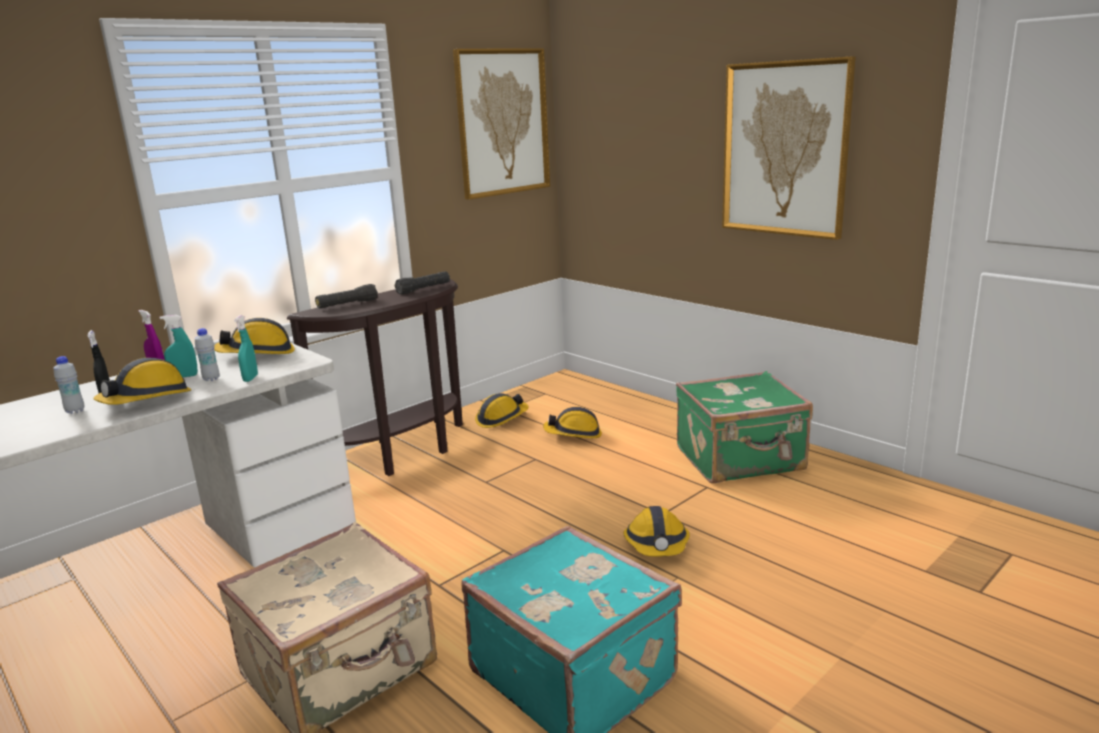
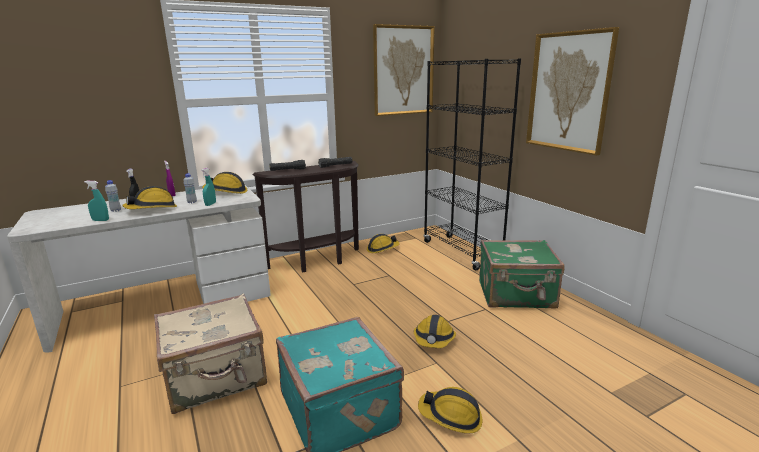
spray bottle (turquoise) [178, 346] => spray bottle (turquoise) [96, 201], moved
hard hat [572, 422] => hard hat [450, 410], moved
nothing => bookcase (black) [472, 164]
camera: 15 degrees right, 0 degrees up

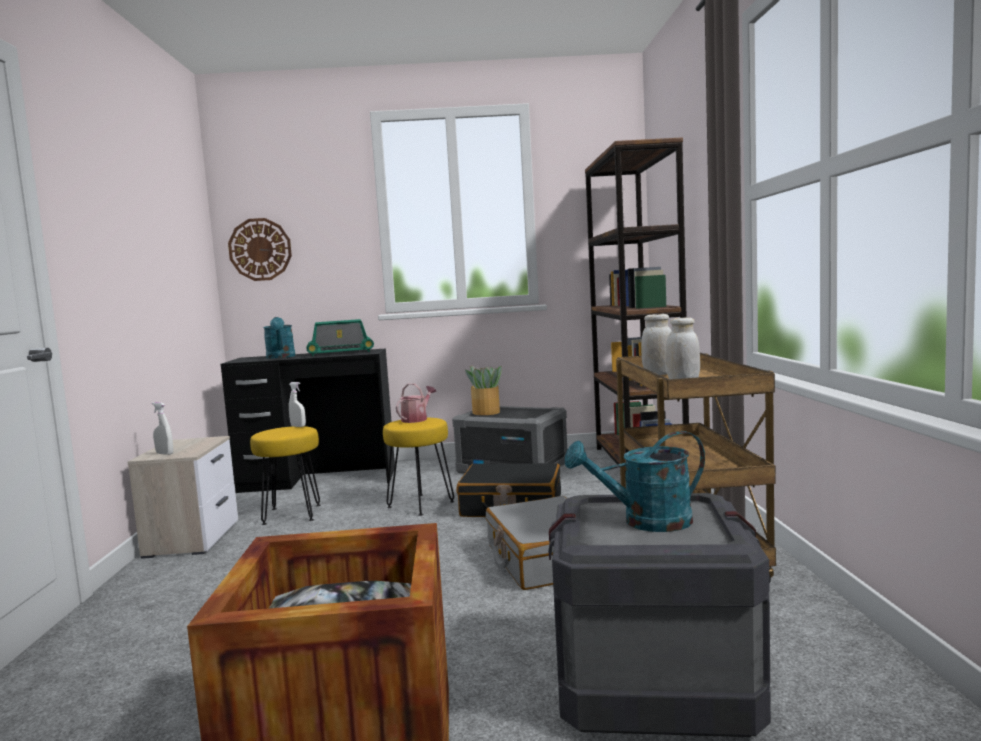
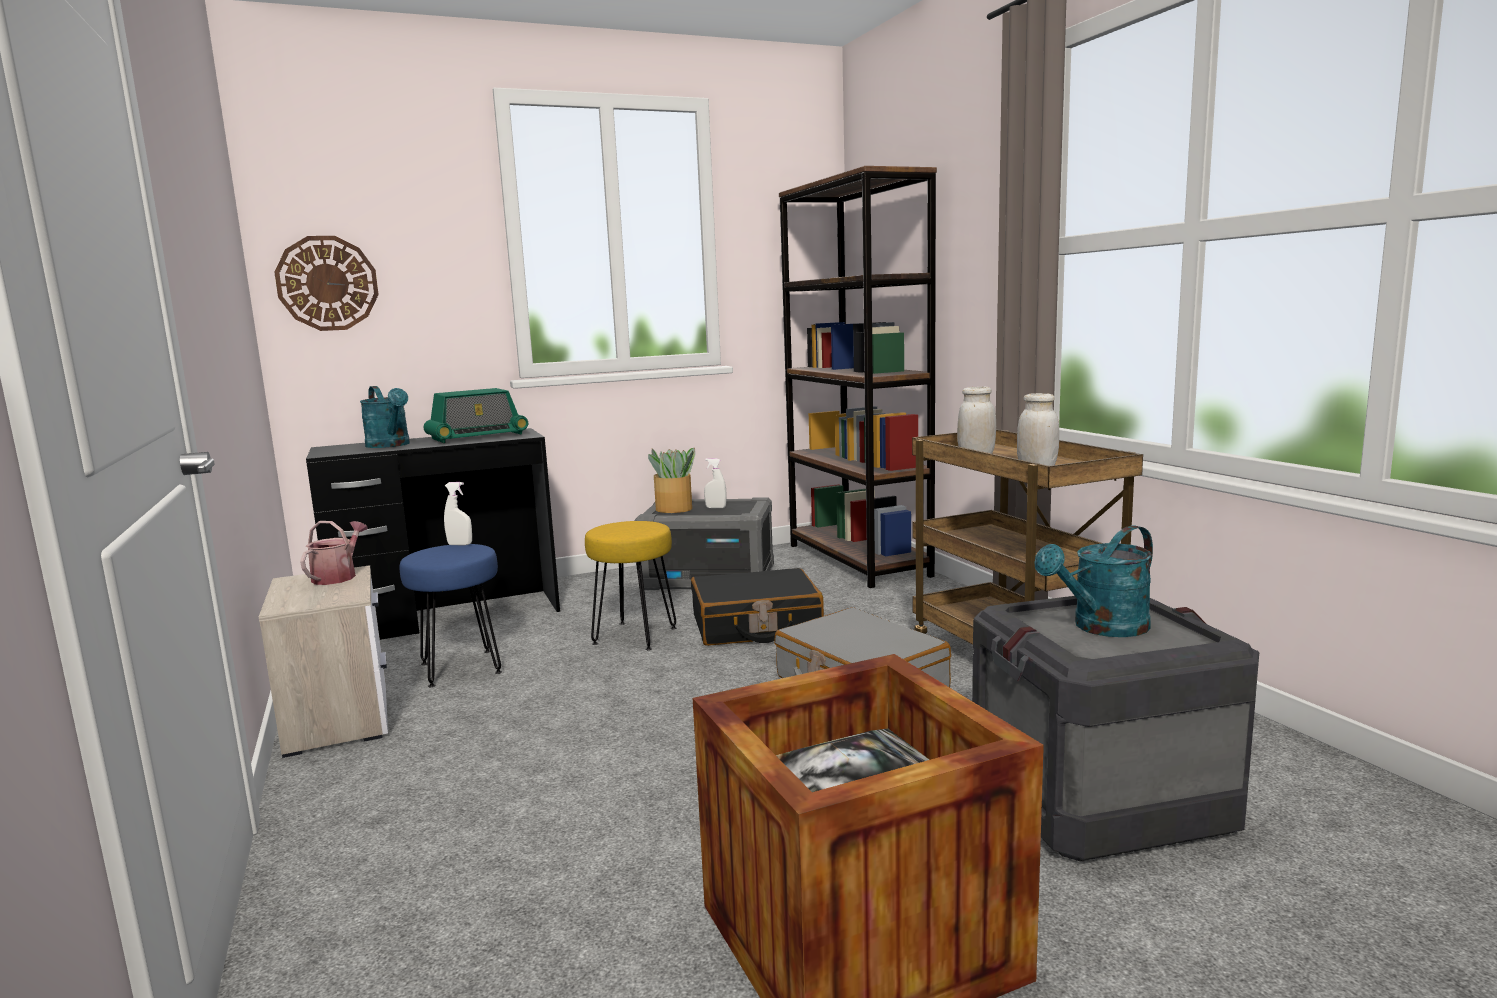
spray bottle (white) [162, 428] => spray bottle (white) [715, 483], moved
stool (yellow) [285, 475] => stool (blue) [451, 615]
watering can [416, 403] => watering can [334, 553], moved
camera: 20 degrees left, 5 degrees up

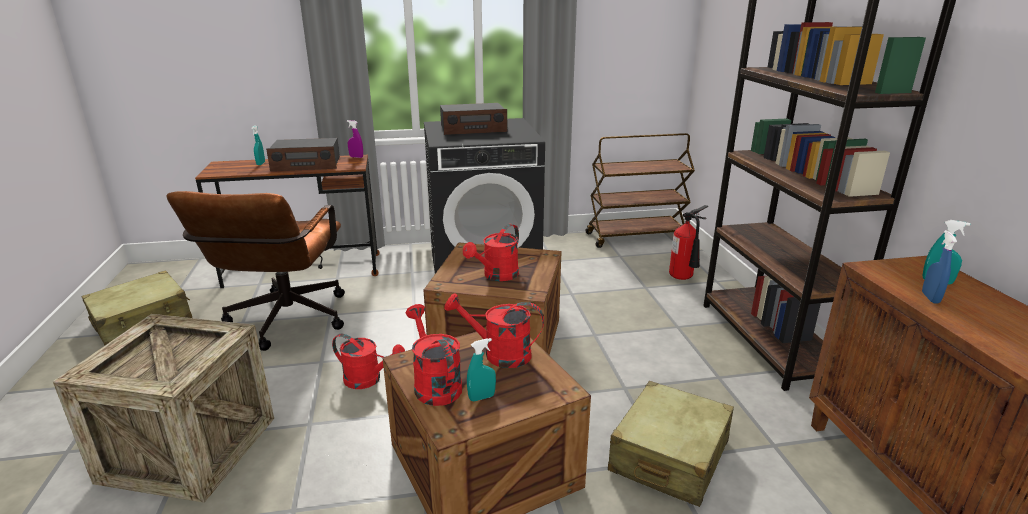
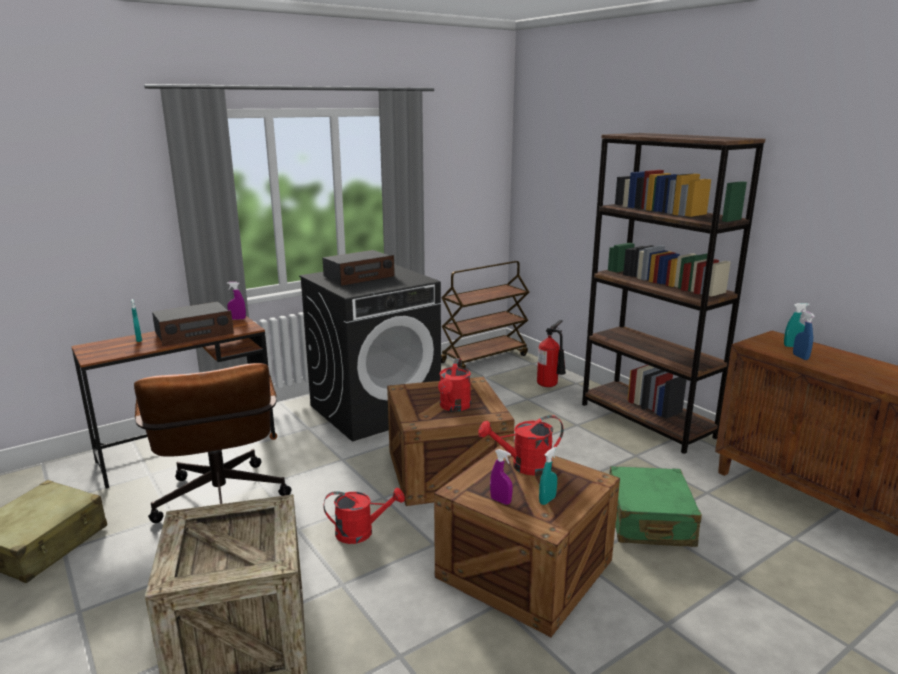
watering can (red) [434, 355] => spray bottle (purple) [501, 477]
suitcase (beige) [671, 444] => suitcase (green) [656, 506]
camera: 25 degrees left, 5 degrees down

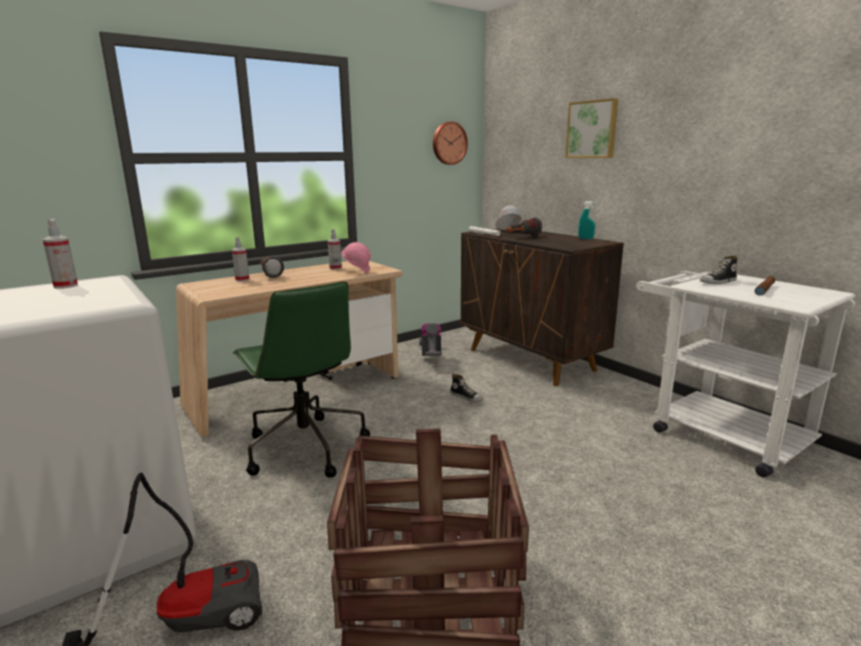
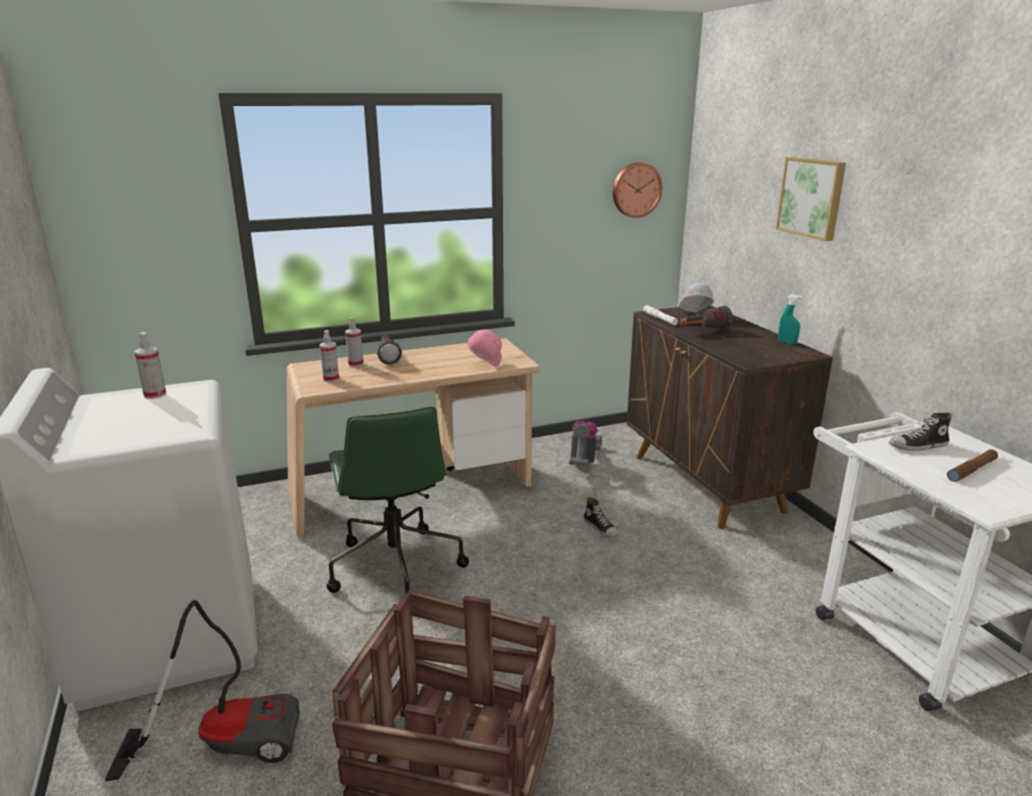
spray bottle [335, 249] => spray bottle [329, 356], moved
camera: 15 degrees right, 5 degrees up

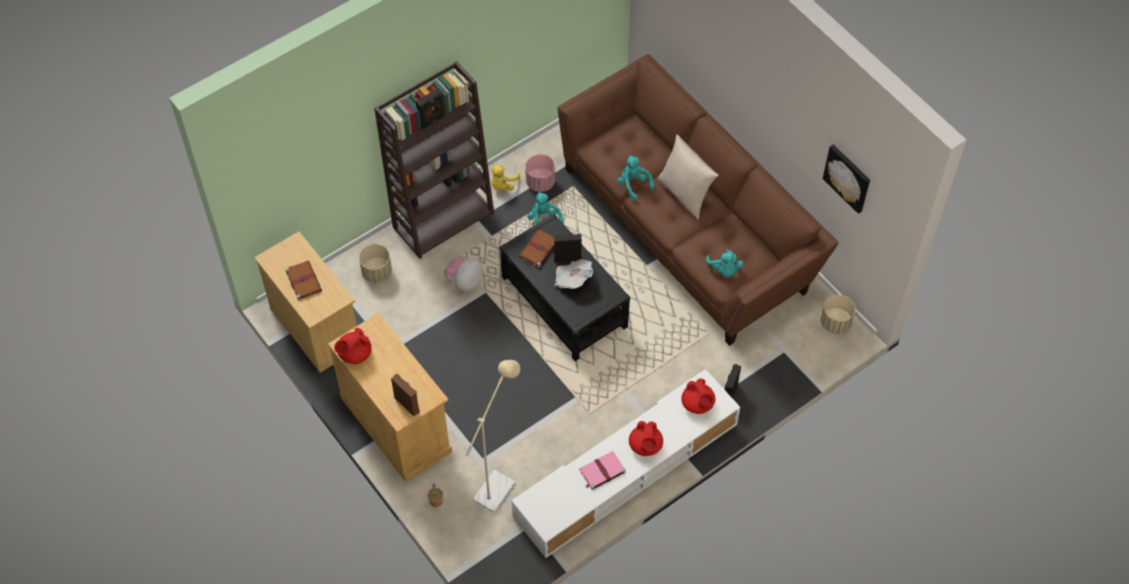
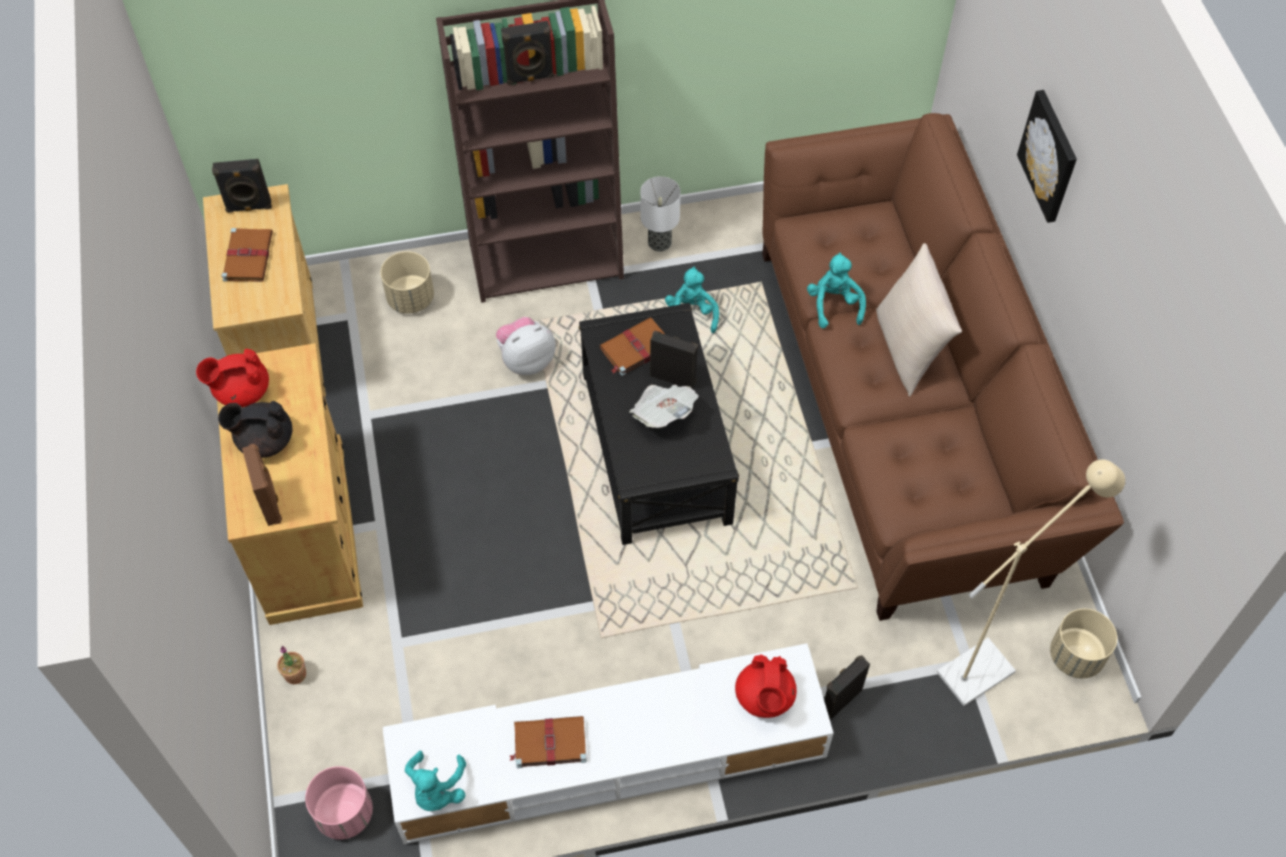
floor lamp (beige) [492, 436] => floor lamp (beige) [1031, 582], moved
plush toy (yellow) [505, 178] => table lamp [660, 214]
planter (pink) [540, 173] => planter (pink) [339, 803], moved
book (pink) [602, 470] => book (brown) [548, 742]
teapot (red) [646, 438] => nothing
plush toy (turquoise) [725, 263] => plush toy (turquoise) [435, 781], moved
picture [846, 179] => picture [1047, 156], moved
nothing => speaker (black) [242, 186]
nothing => teapot (black) [255, 429]
camera: 25 degrees right, 0 degrees up

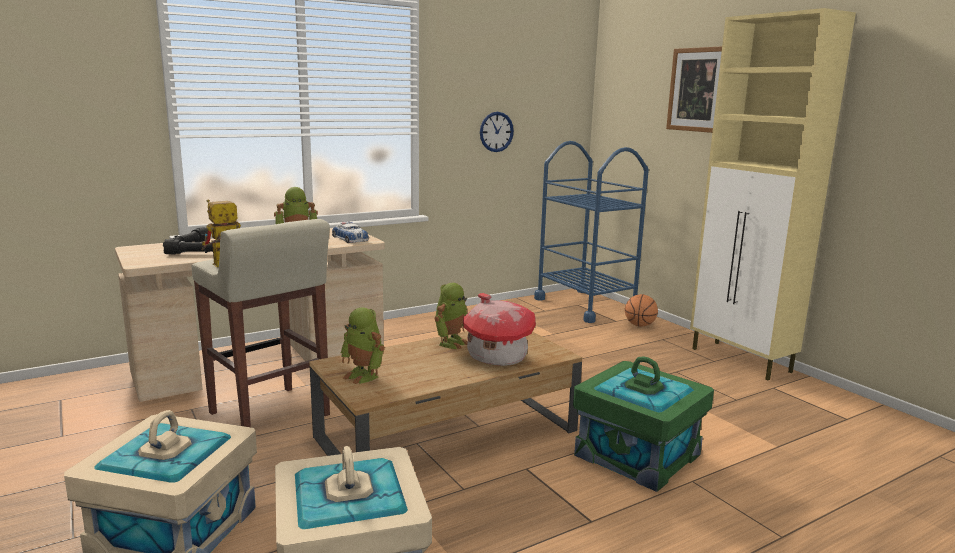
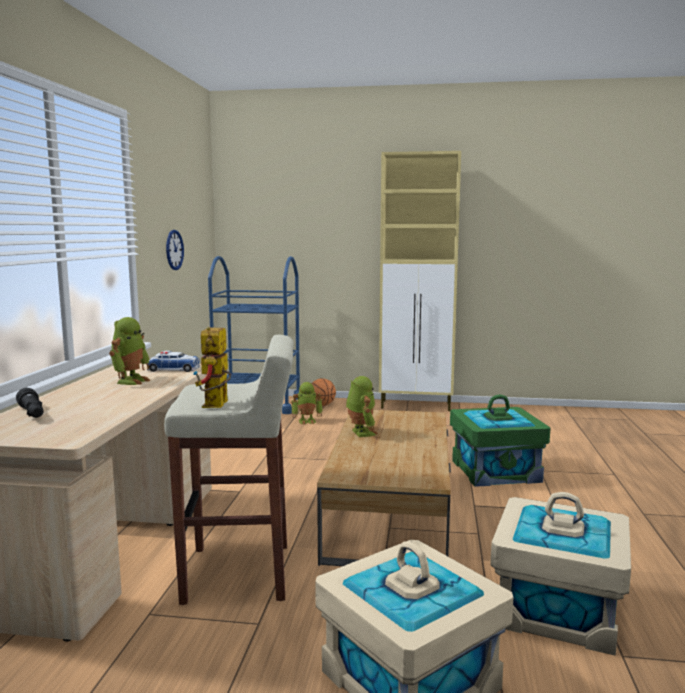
flashlight (black) [188, 246] => nothing
toy robot [363, 345] => toy robot [307, 403], moved
toy house [499, 329] => nothing
picture [694, 89] => nothing
camera: 50 degrees left, 5 degrees down

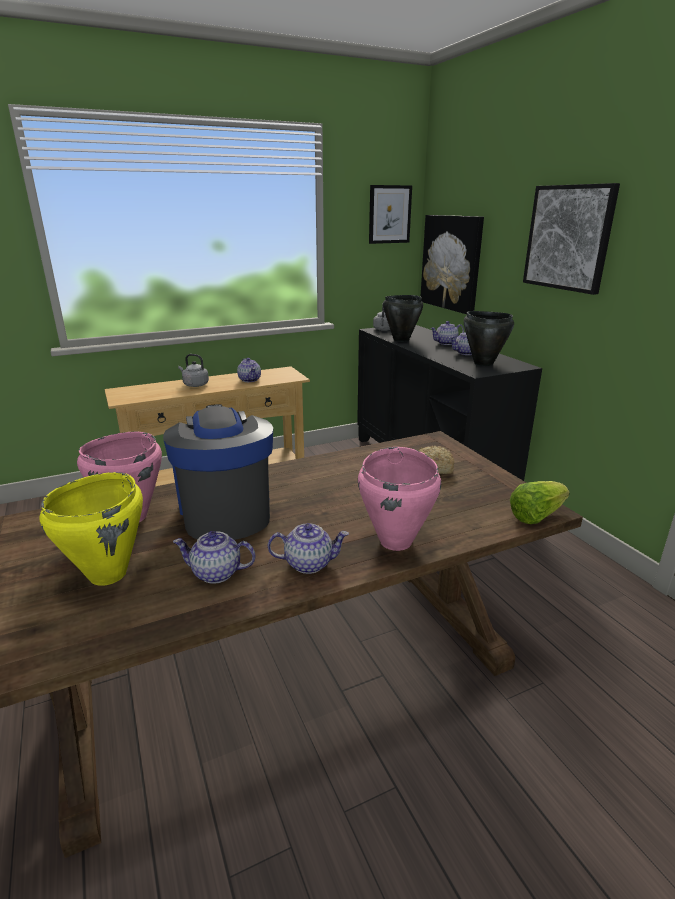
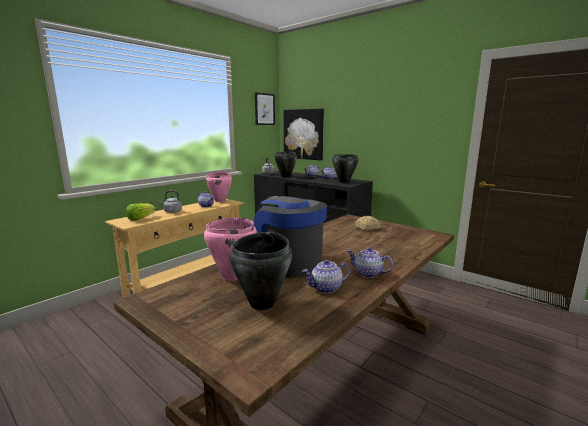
cooking pot (yellow) [91, 529] => cooking pot (black) [260, 271]
teapot [308, 548] => teapot [370, 262], 120 degrees counterclockwise
cooking pot (pink) [399, 499] => cooking pot (pink) [219, 187], moved
lettuce [540, 502] => lettuce [141, 212], moved
picture [571, 239] => nothing
camera: 25 degrees left, 10 degrees down

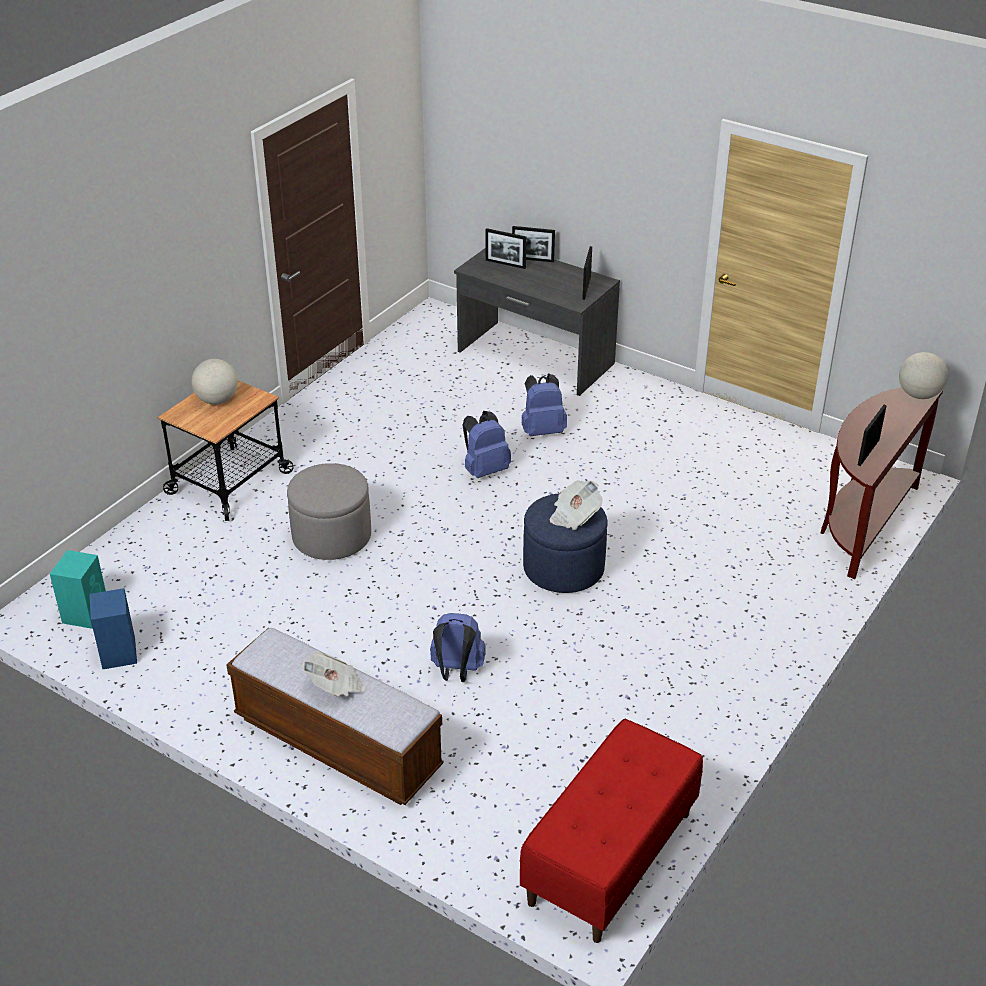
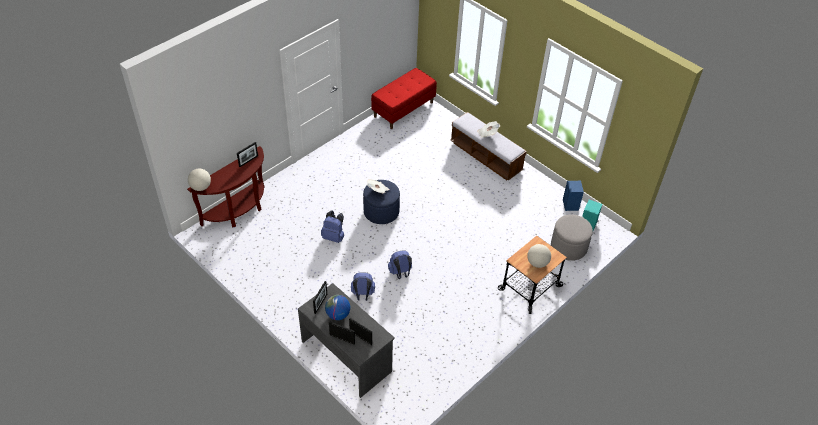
ottoman (grey) [329, 511] => ottoman (grey) [572, 237], moved
backpack (blue) [458, 647] => backpack (blue) [332, 226], moved
nothing => globe [337, 307]
camera: 170 degrees left, 10 degrees up

